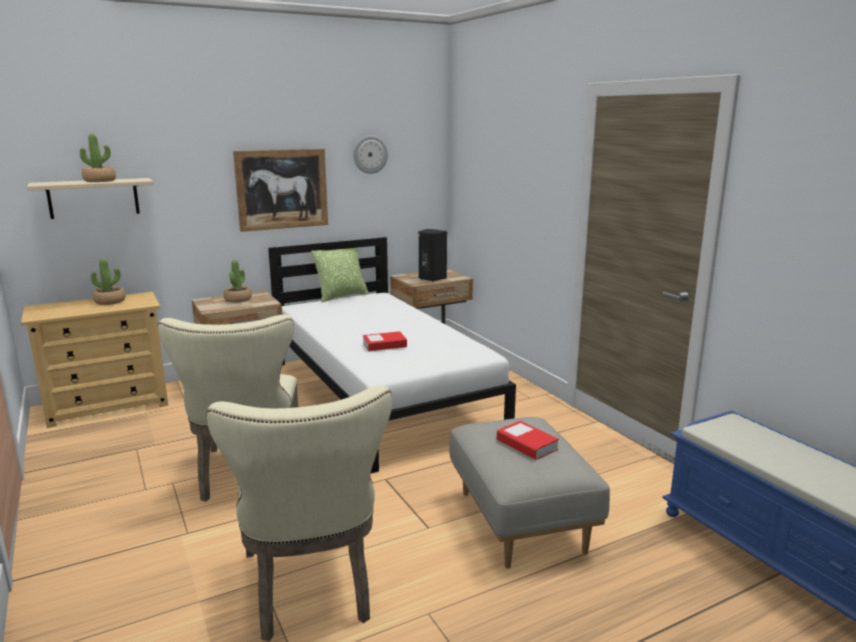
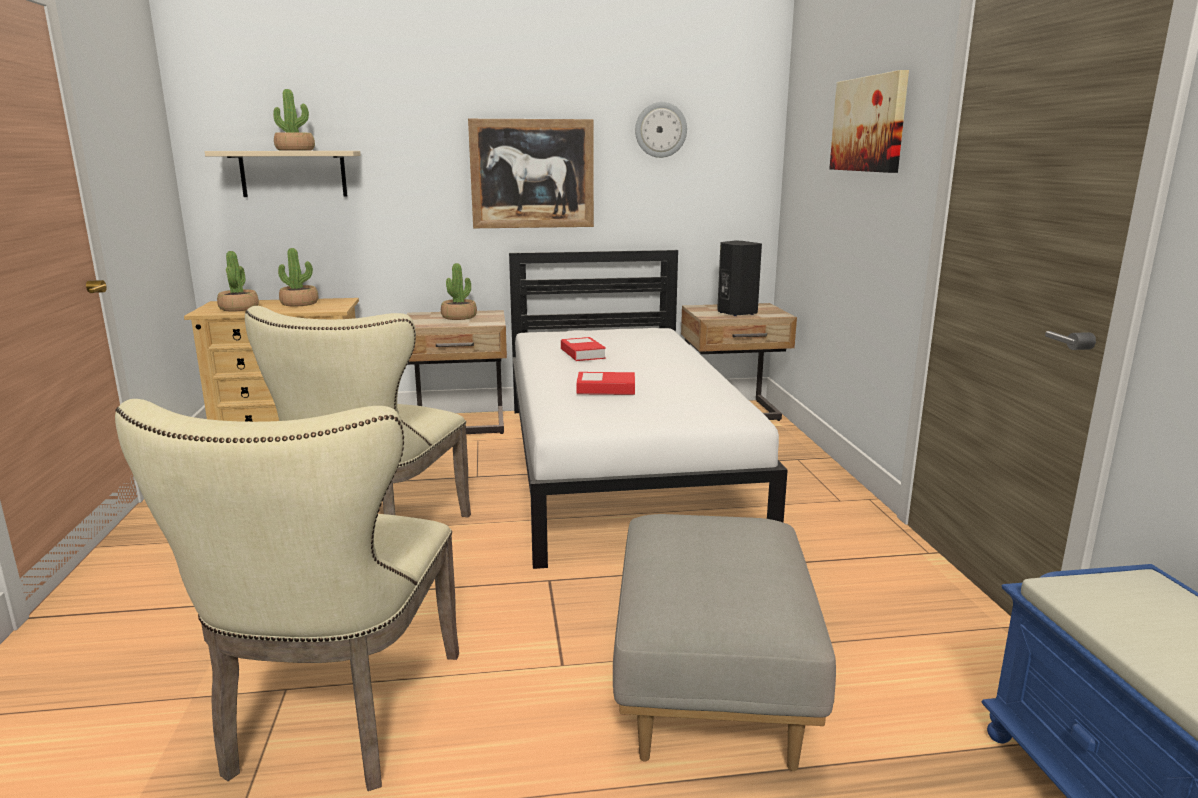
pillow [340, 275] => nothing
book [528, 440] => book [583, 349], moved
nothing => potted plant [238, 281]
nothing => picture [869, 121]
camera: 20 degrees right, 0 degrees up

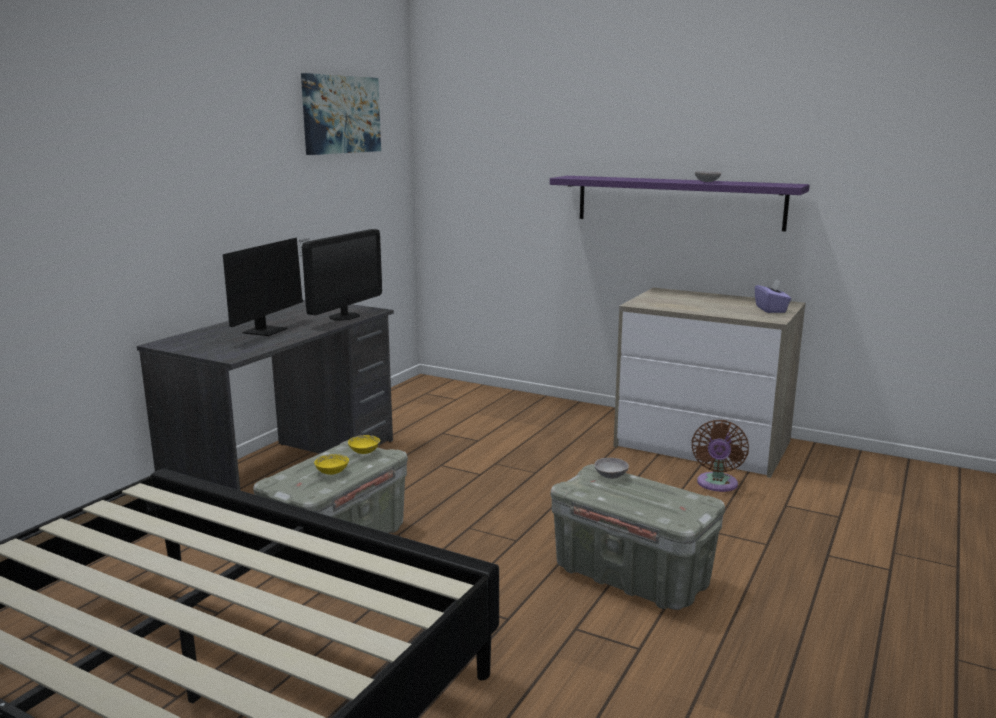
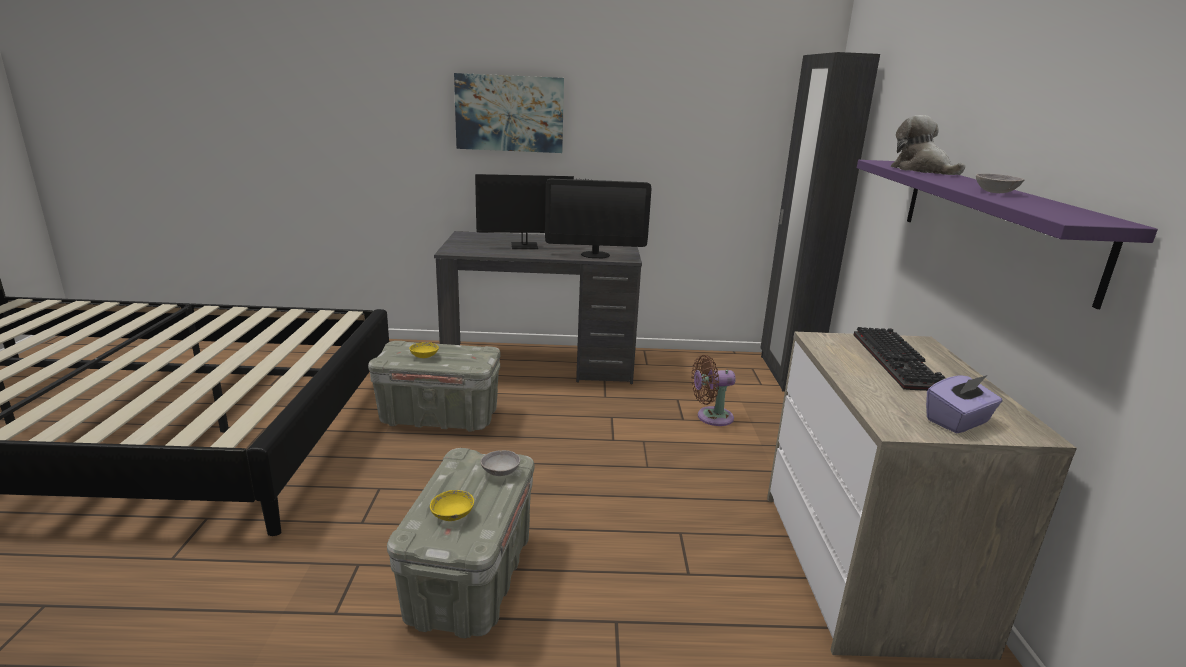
picture [341, 114] => picture [509, 113], moved
bowl (yellow) [364, 444] => bowl (yellow) [452, 505], moved
fan (brown) [720, 456] => fan (brown) [713, 390], moved
nothing => wardrobe (black) [820, 222]
nothing => keyboard [900, 359]
nothing => plush toy [928, 145]
camera: 60 degrees right, 5 degrees up

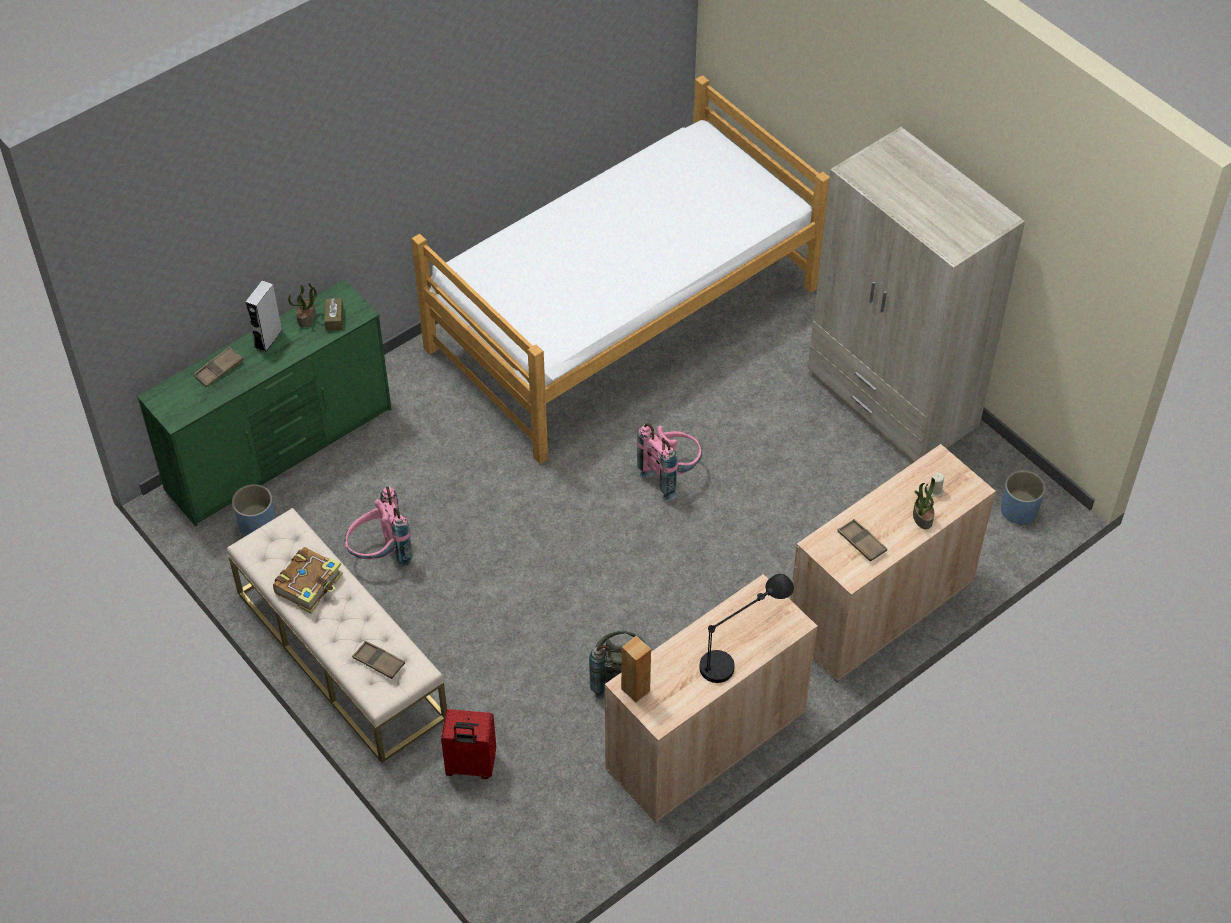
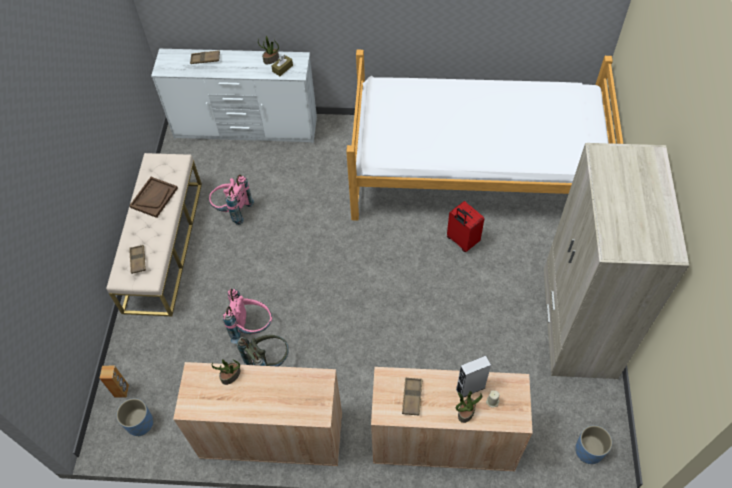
dresser (green) [264, 403] => dresser (white) [234, 96]
planter (blue) [253, 510] => planter (blue) [134, 417], moved
speaker (grey) [263, 316] => speaker (grey) [473, 376], moved
book [308, 580] => tray (brown) [153, 197]
suitcase (red) [468, 744] => suitcase (red) [465, 226], moved
speaker (brown) [636, 669] => speaker (brown) [114, 381], moved
backpack (pink) [669, 462] => backpack (pink) [247, 316], moved
table lamp (black) [746, 628] => nothing
nothing => potted plant [226, 372]
camera: 45 degrees right, 5 degrees up

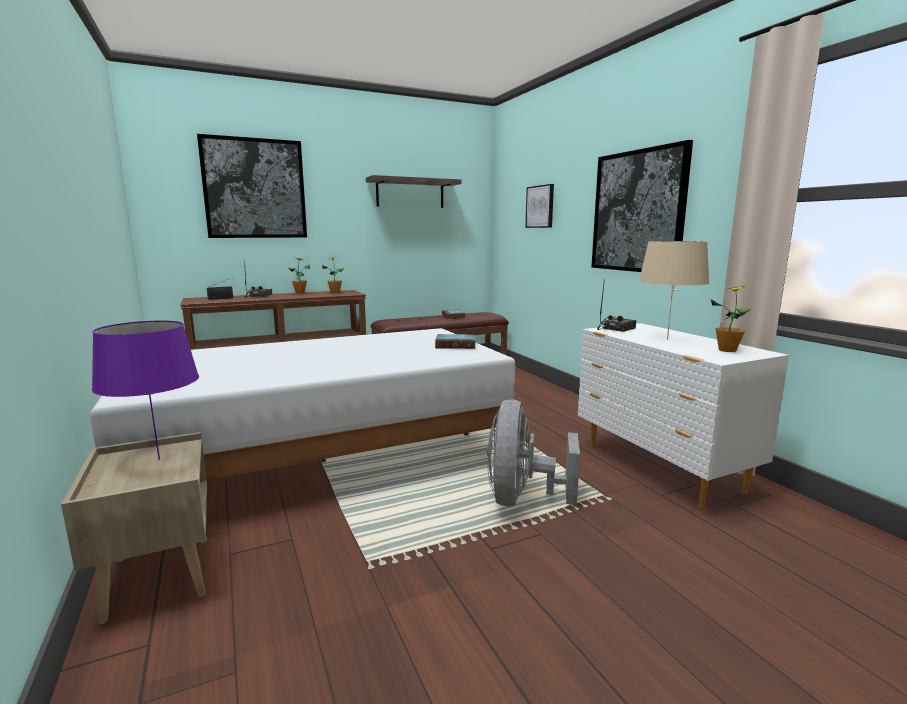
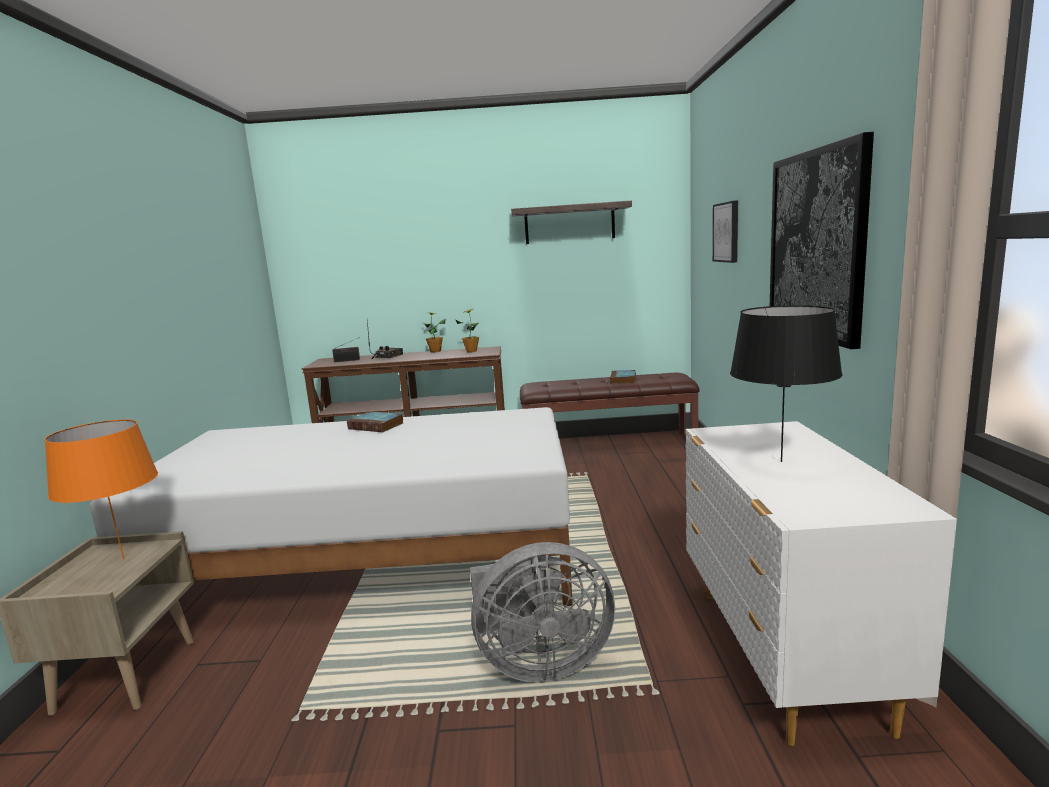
table lamp (purple) [145, 390] => table lamp (orange) [101, 490]
picture [252, 186] => nothing
book [455, 341] => book [375, 422], moved
fan (grey) [533, 453] => fan (grey) [542, 612], 135 degrees counterclockwise
radio [616, 305] => nothing
table lamp (beige) [674, 290] => table lamp (black) [786, 383]
potted plant [731, 319] => nothing
camera: 25 degrees right, 0 degrees up

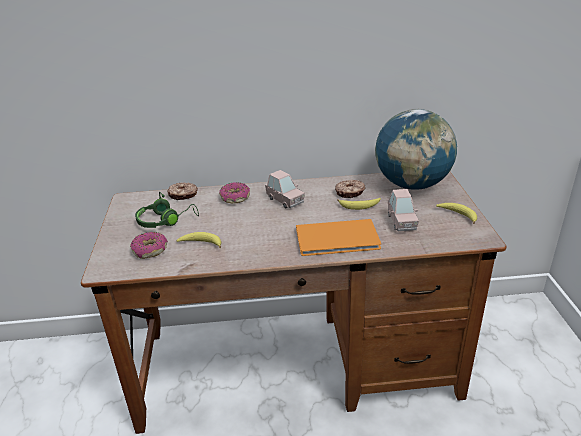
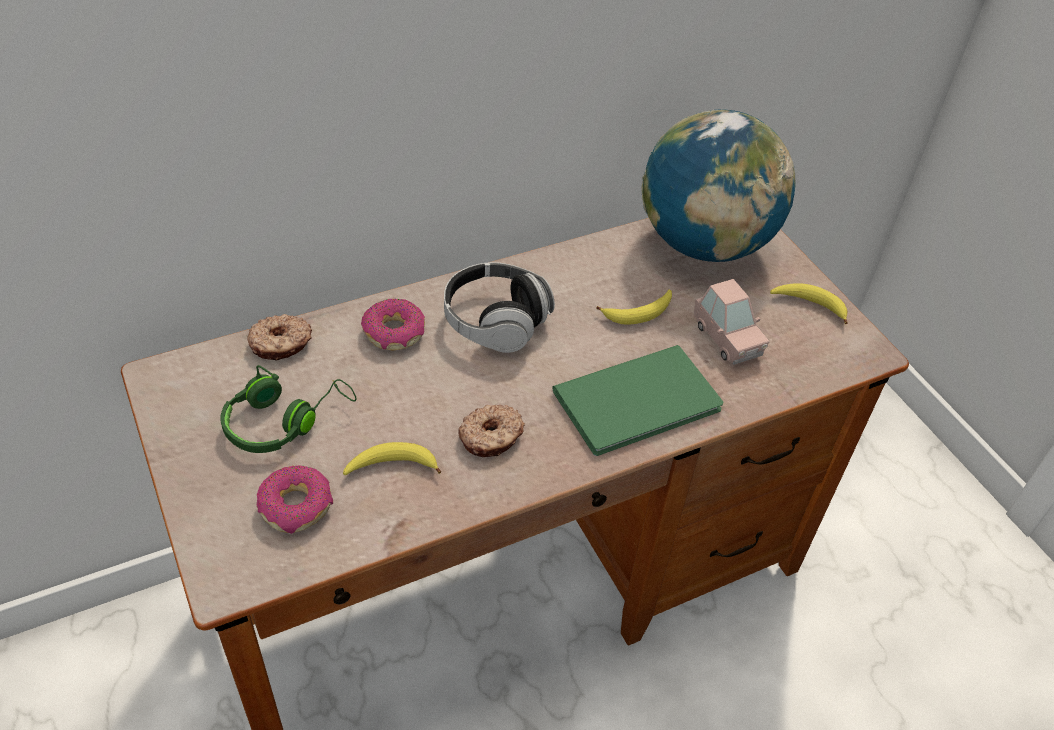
toy car (pink) [285, 189] => headphones [499, 307]
book (orange) [338, 237] => book (green) [637, 400]
donut [350, 189] => donut [491, 431], moved
camera: 25 degrees left, 15 degrees up

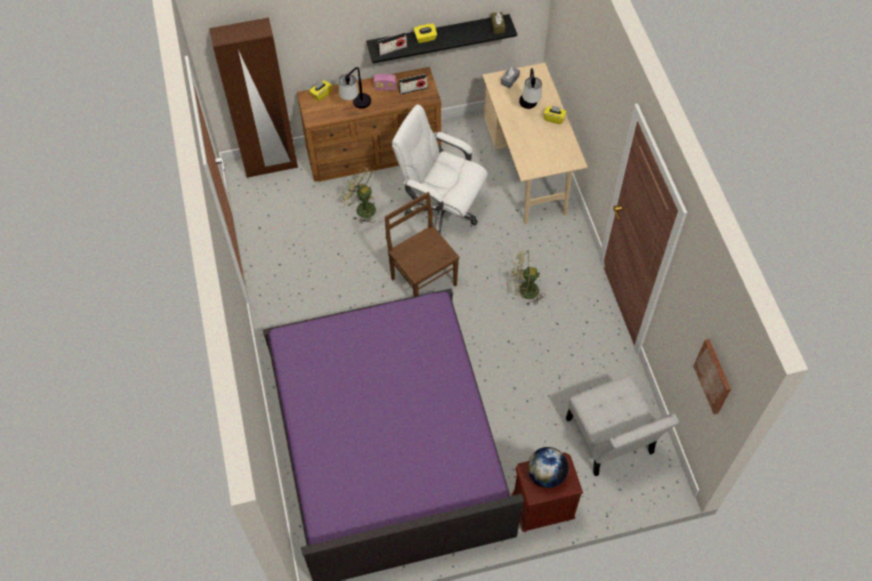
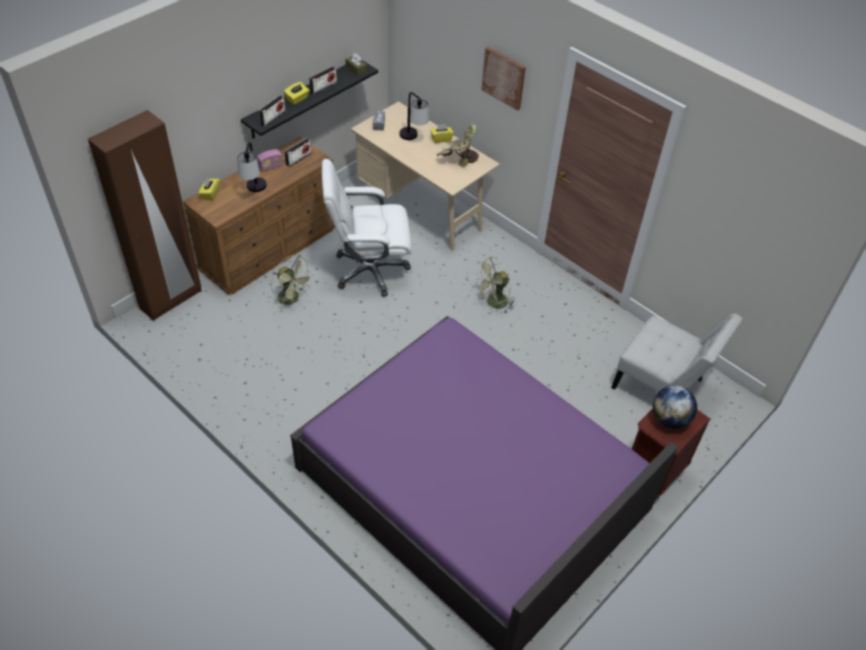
fan (green) [357, 195] => fan (green) [292, 282], 150 degrees counterclockwise
chair (brown) [422, 244] => nothing
picture [712, 376] => picture [504, 79], moved
nothing => radio [323, 80]
nothing => potted plant [458, 145]
camera: 35 degrees left, 10 degrees down

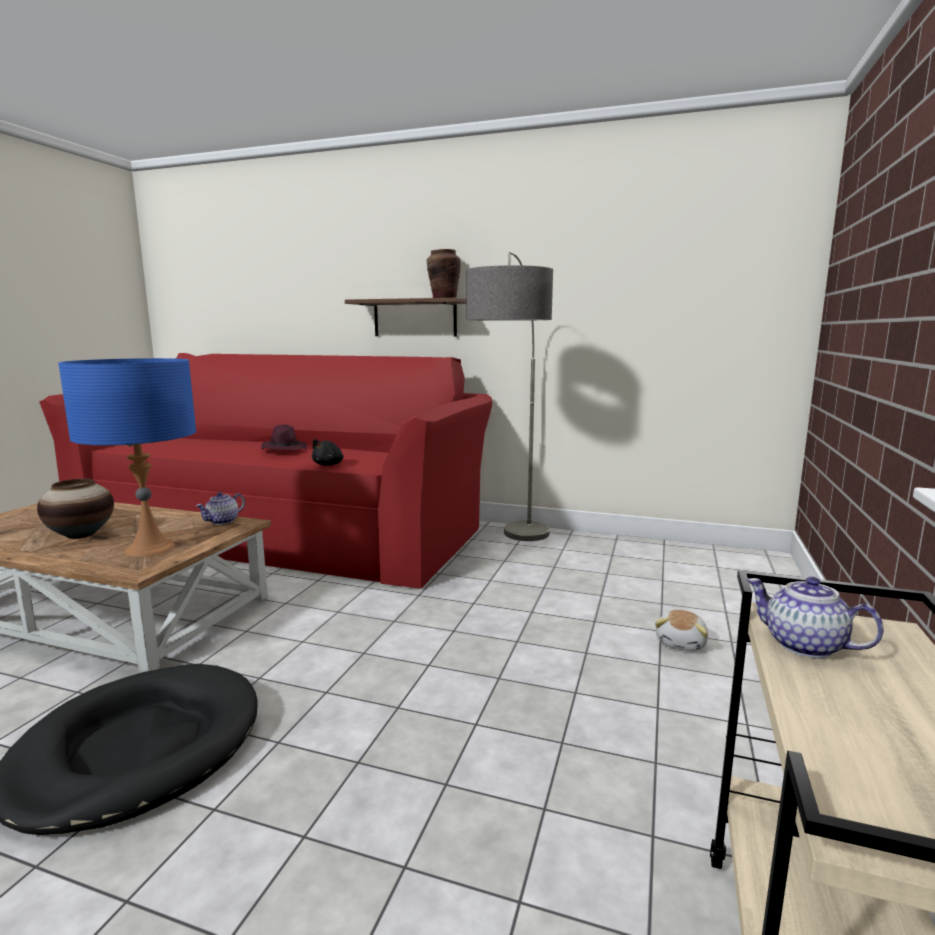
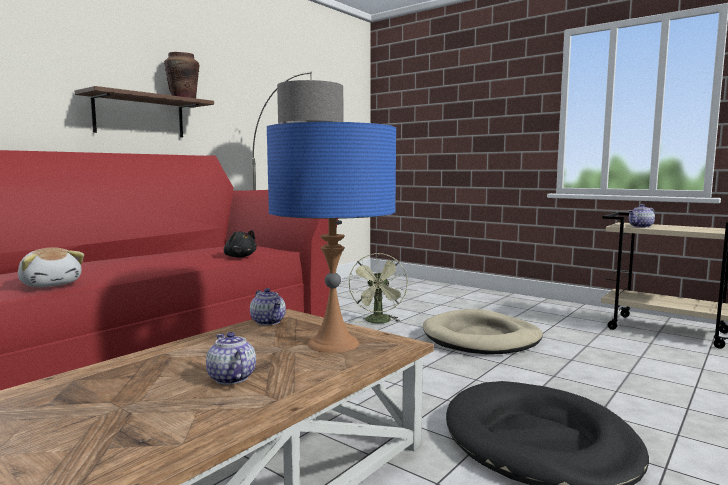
vase [75, 508] => teapot [231, 358]
hat (purple) [284, 437] => nothing
plush toy [681, 630] => plush toy [51, 267], moved
nothing => fan (green) [378, 288]
nothing => dog bed (beige) [483, 332]
camera: 70 degrees left, 5 degrees down

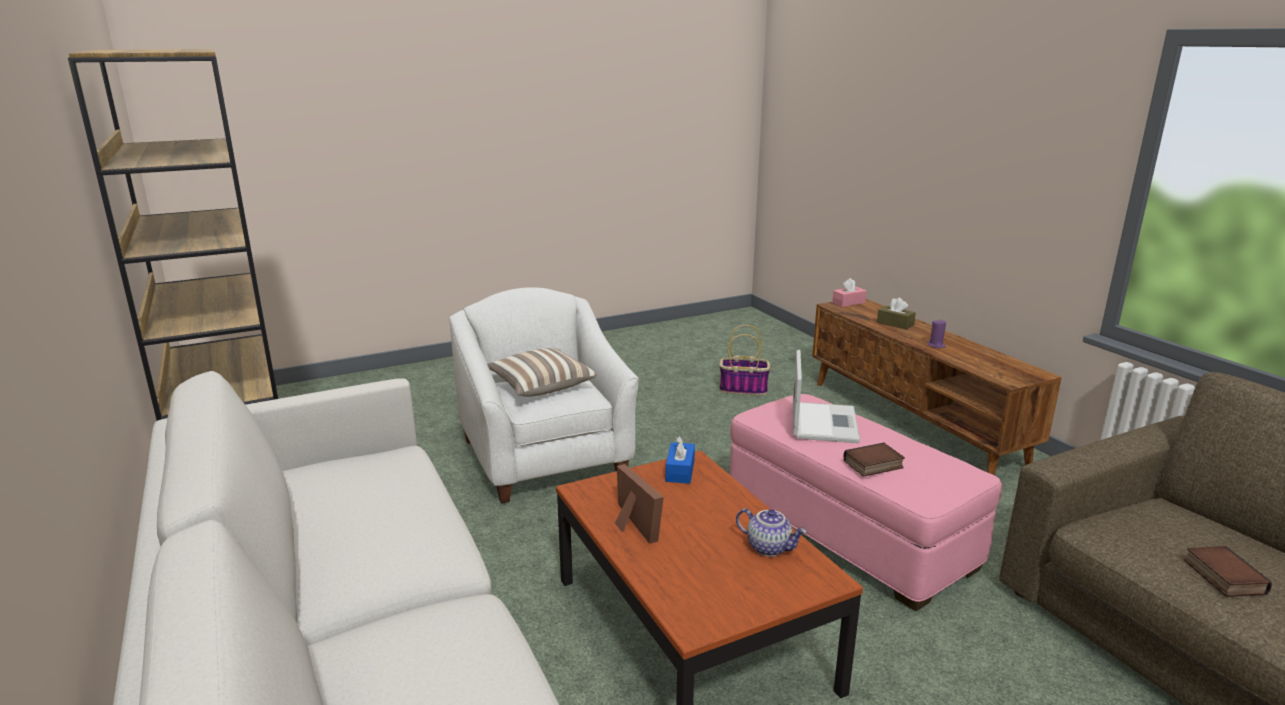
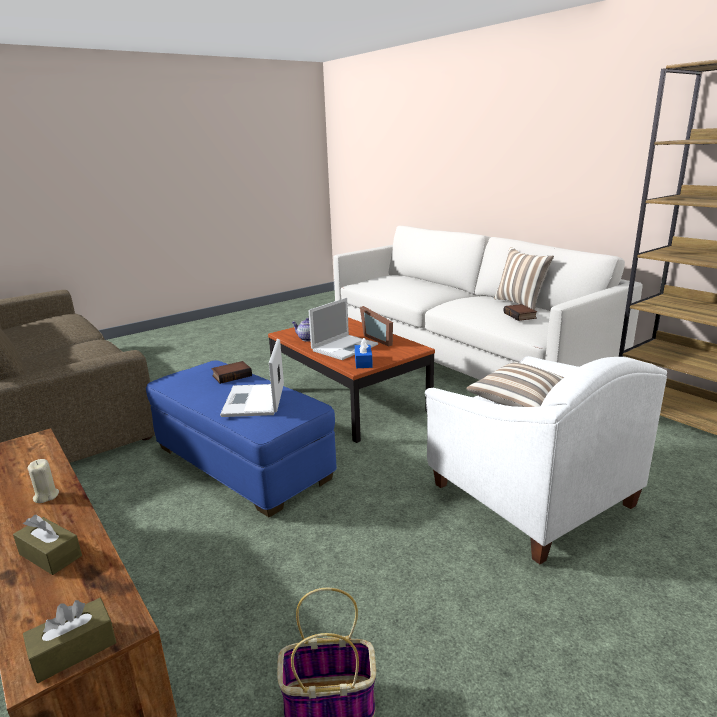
ottoman (pink) [866, 502] => ottoman (blue) [241, 439]
tissue box (pink) [849, 292] => tissue box (brown) [70, 640]
candle (purple) [937, 334] => candle (beige) [43, 481]
book [1228, 571] => book [520, 312], moved
nothing => laptop [343, 329]
nothing => pillow [524, 278]
camera: 170 degrees right, 0 degrees up

